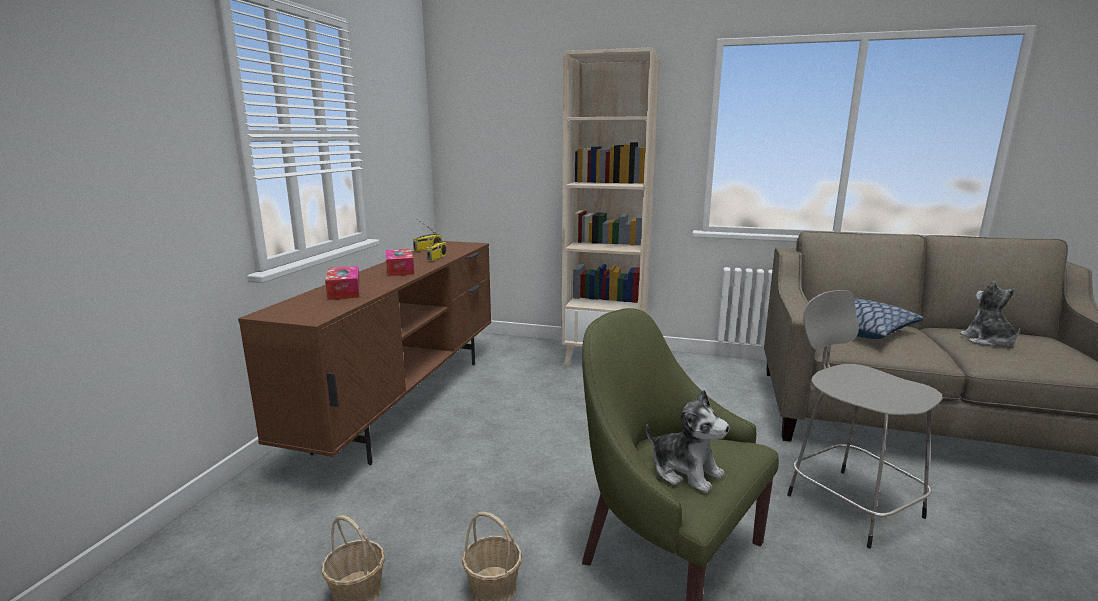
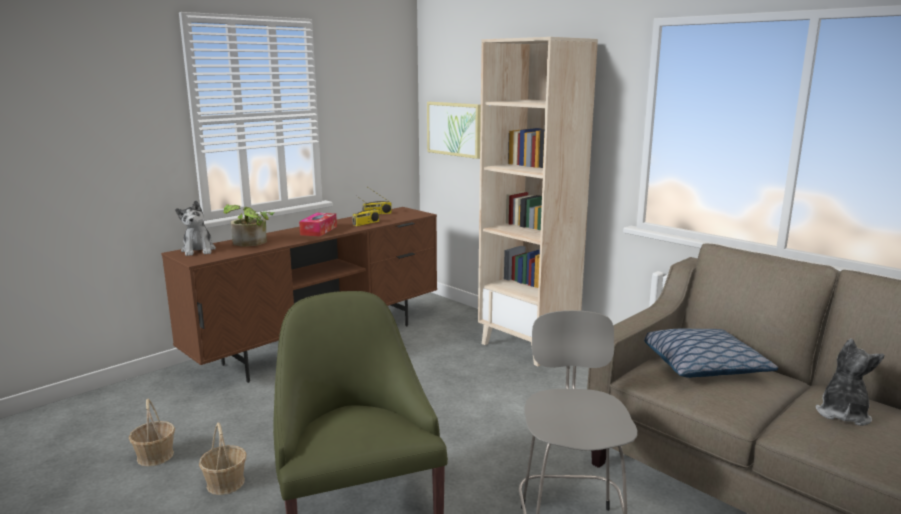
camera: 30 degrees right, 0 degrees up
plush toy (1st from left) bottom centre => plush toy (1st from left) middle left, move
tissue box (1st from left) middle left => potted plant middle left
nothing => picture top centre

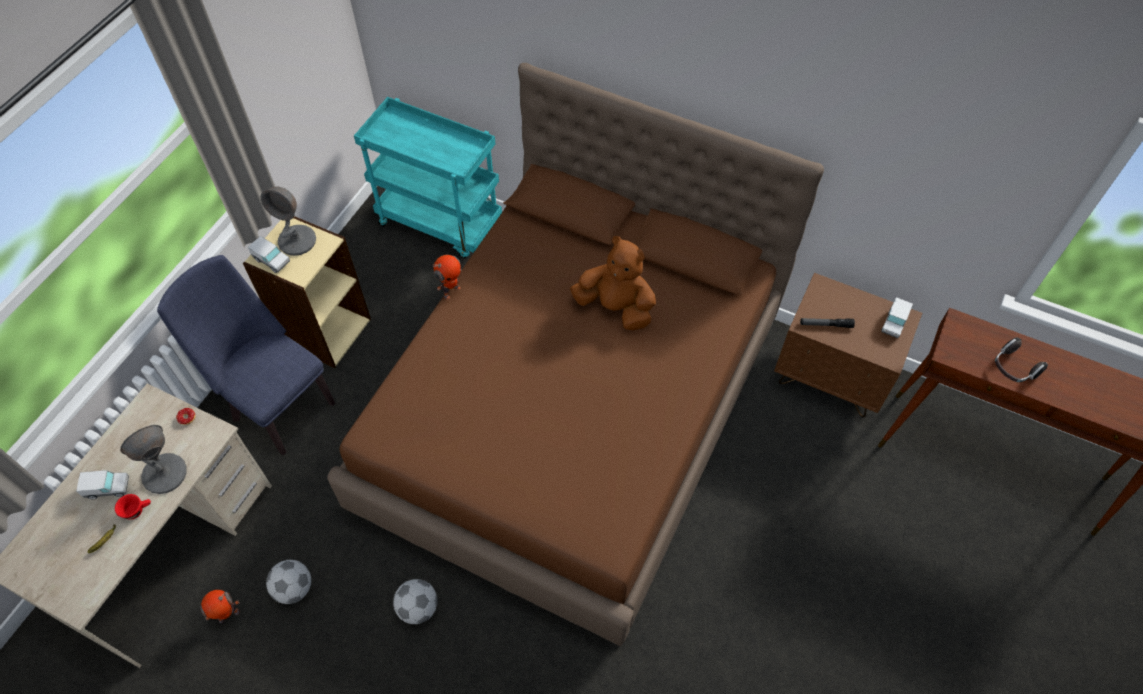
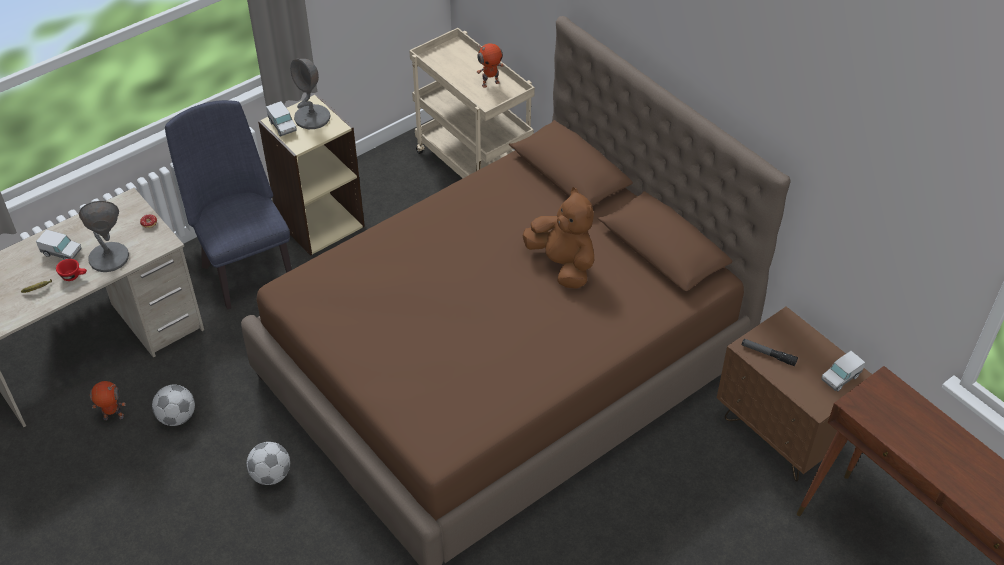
camera: 25 degrees right, 10 degrees down
turquoise cart top centre => beige cart top centre
toy robot (2nd from left) centre => toy robot (2nd from left) top centre, move
headphones middle right => nothing

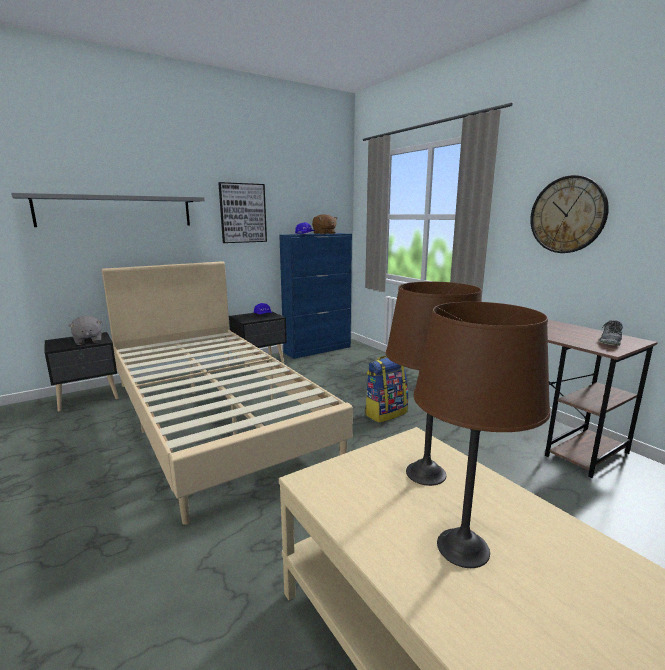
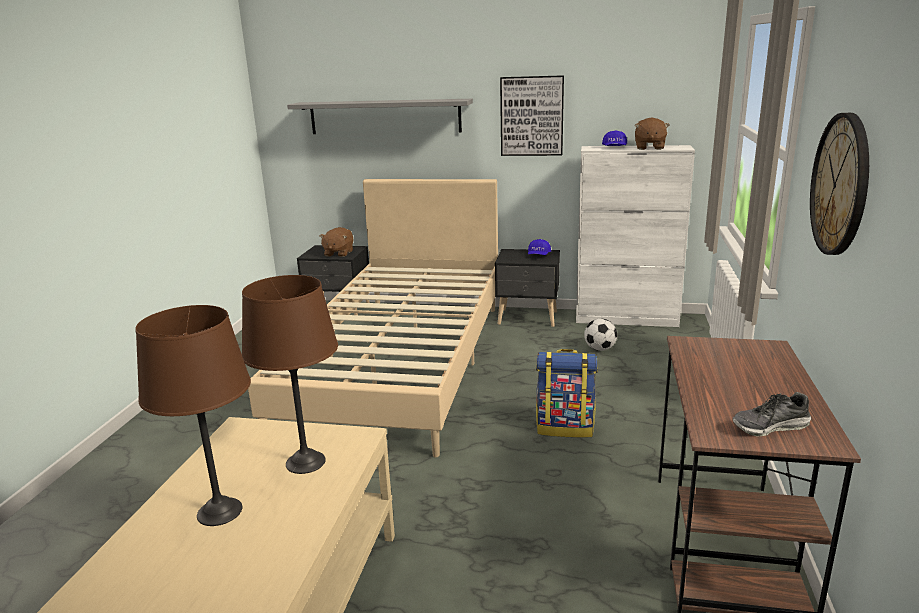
camera: 45 degrees right, 5 degrees up
grey plush toy middle left => brown plush toy (1st from left) centre
blue cabinet centre => white cabinet middle right
nothing => football centre

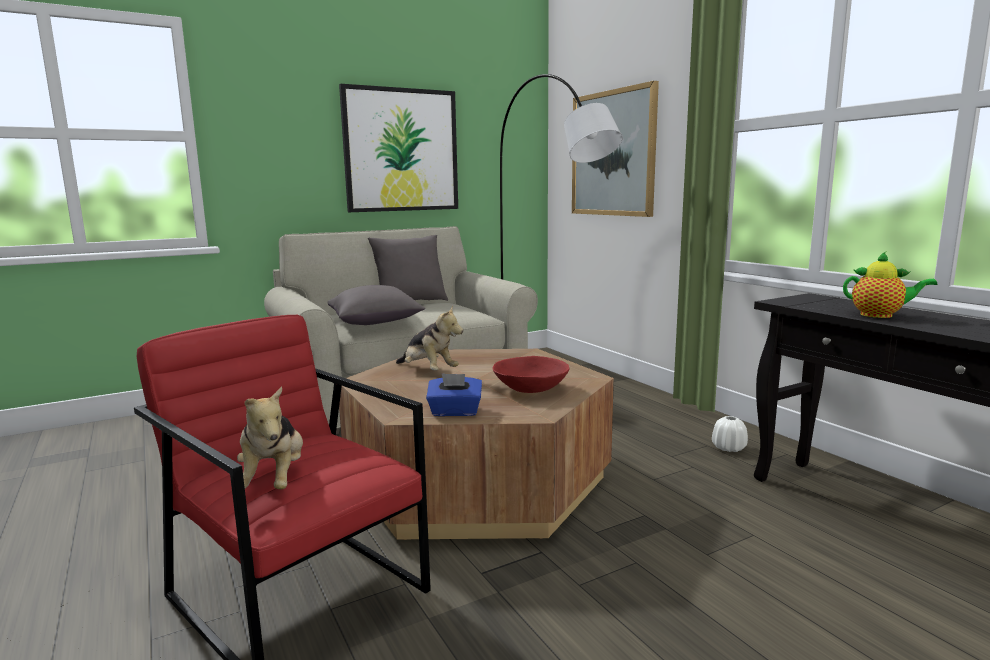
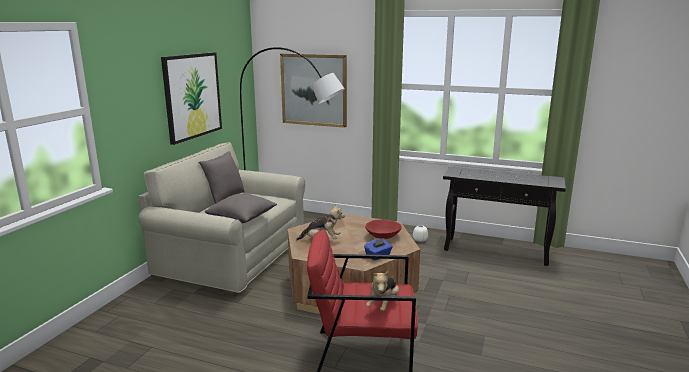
camera: 40 degrees left, 5 degrees up
plush toy (1st from left in the first image) middle left => plush toy (2nd from left) bottom centre, 75 degrees clockwise
teapot middle right => nothing

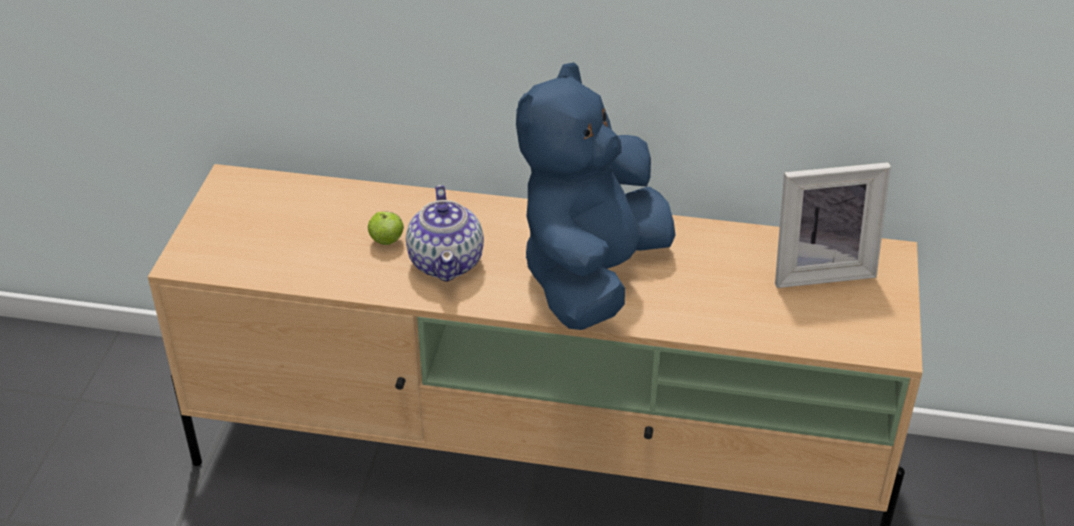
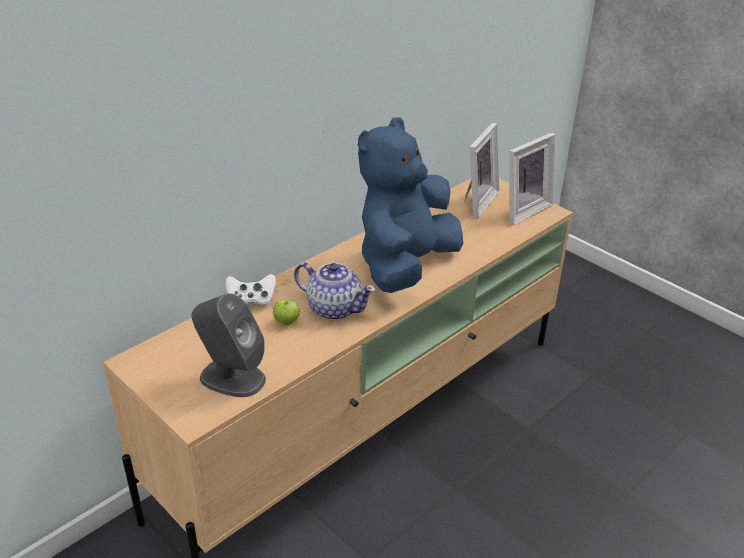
camera: 55 degrees left, 5 degrees down
nothing => grey speaker middle left
nothing => white game controller centre
blue plush toy centre, 60 degrees clockwise
nothing => picture frame (2nd from left) top right

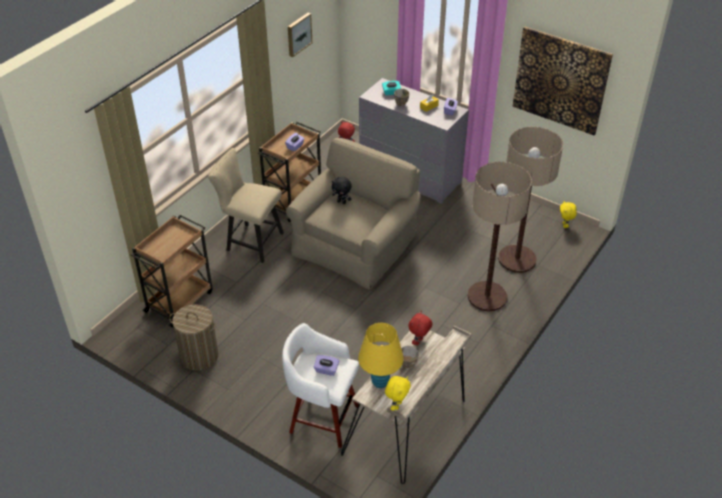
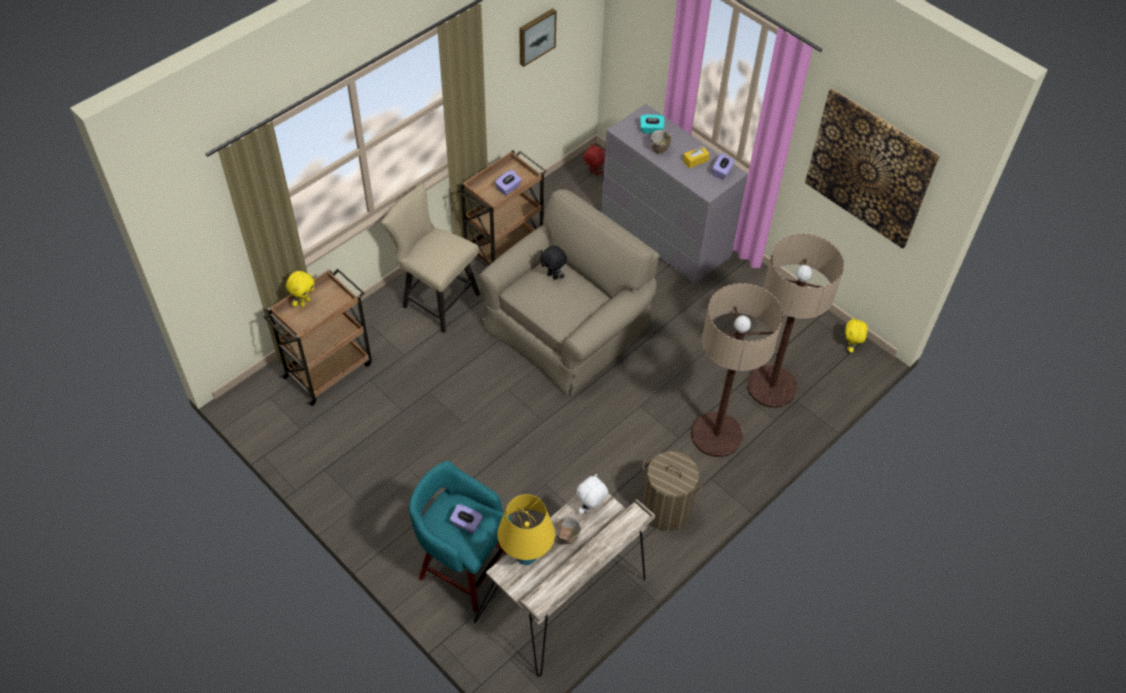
camera: 10 degrees right, 10 degrees up
yellow plush toy (1st from left) bottom centre => yellow plush toy (1st from left) middle left, move
white stool bottom centre => turquoise stool bottom centre
red plush toy (2nd from left) centre => white plush toy bottom centre
laundry basket bottom left => laundry basket bottom centre, move

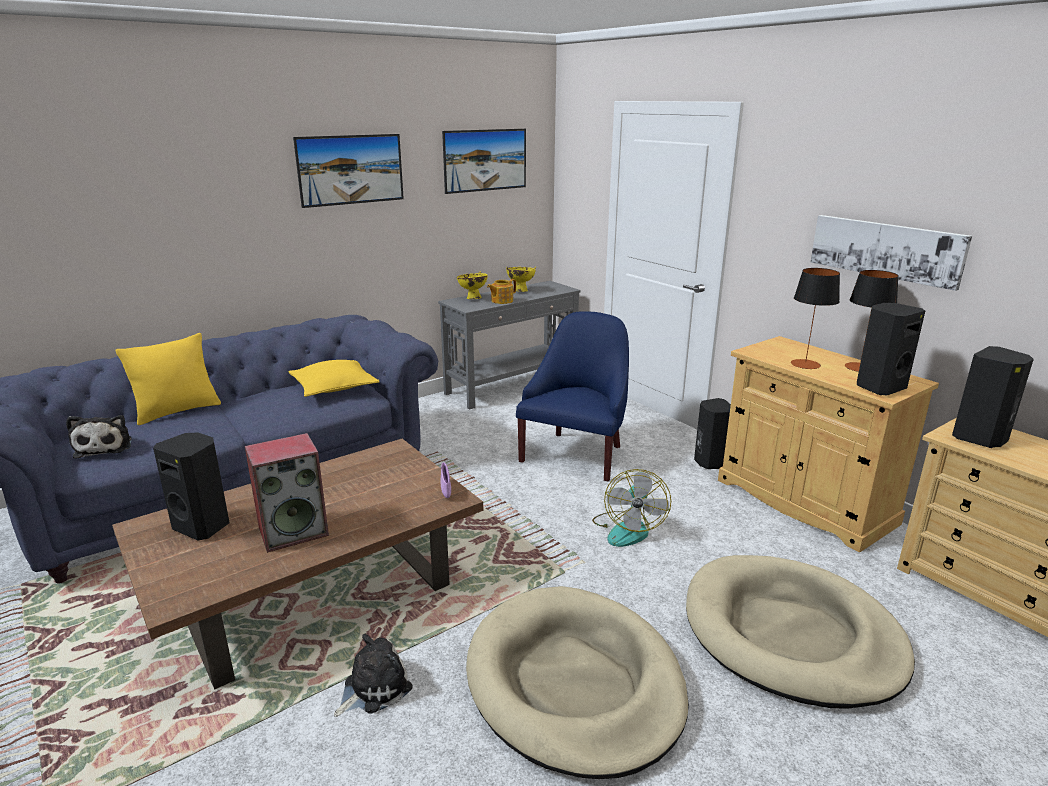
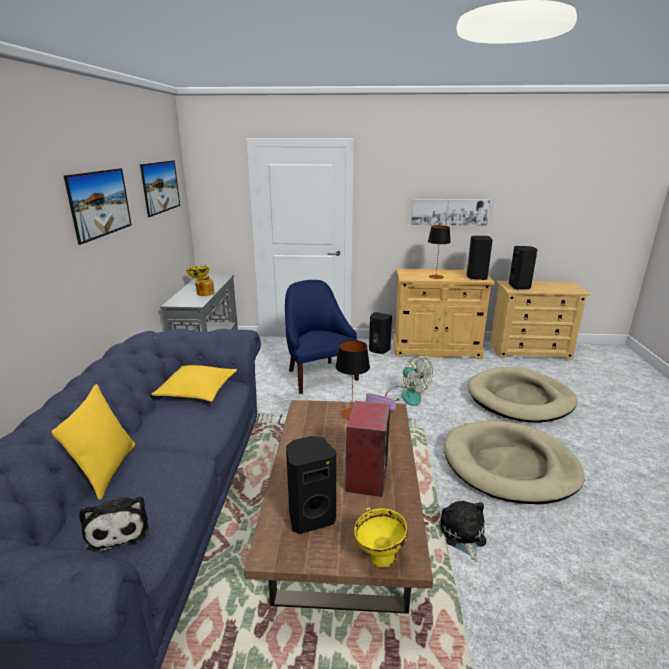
camera: 50 degrees left, 0 degrees up
plush toy (1st from left) middle left => plush toy (1st from left) bottom left, 45 degrees clockwise
table lamp (2nd from left in the first image) middle right => table lamp (1st from left) centre, move
yellow bowl (1st from left in the first image) centre => yellow bowl (2nd from left) bottom centre, move

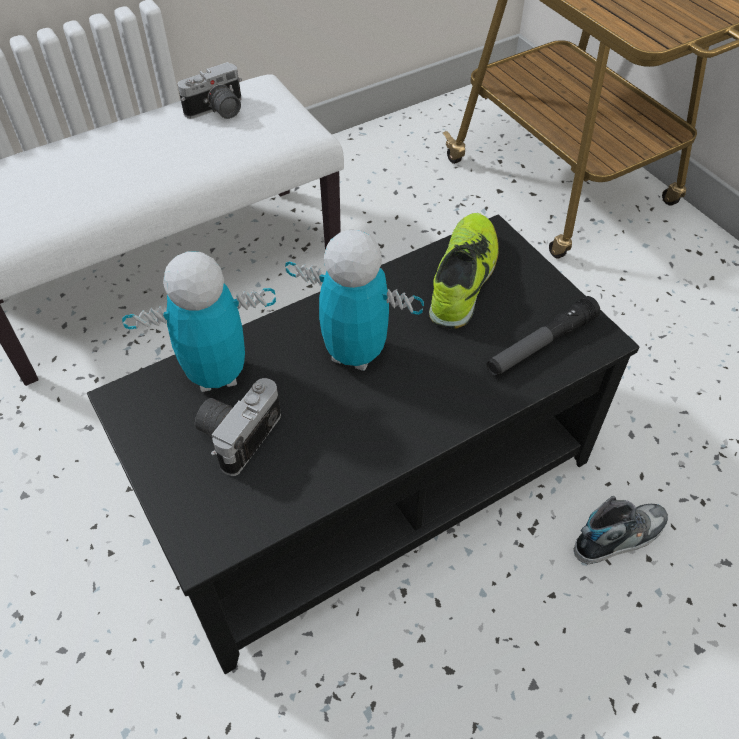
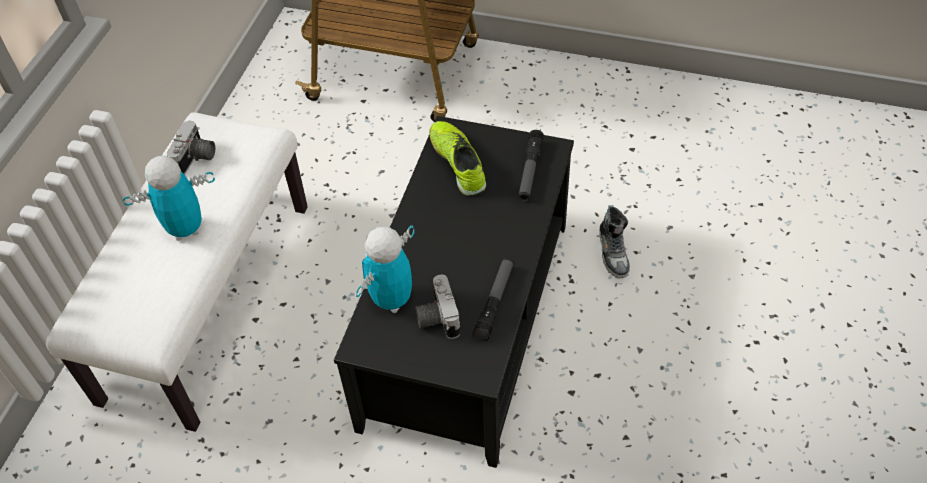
camera: 40 degrees left, 0 degrees up
toy robot (2nd from left in the first image) centre => toy robot (1st from left) middle left, move
nothing => flashlight (1st from left) centre
shoe (2nd from left) bottom right => shoe (2nd from left) centre, 150 degrees clockwise

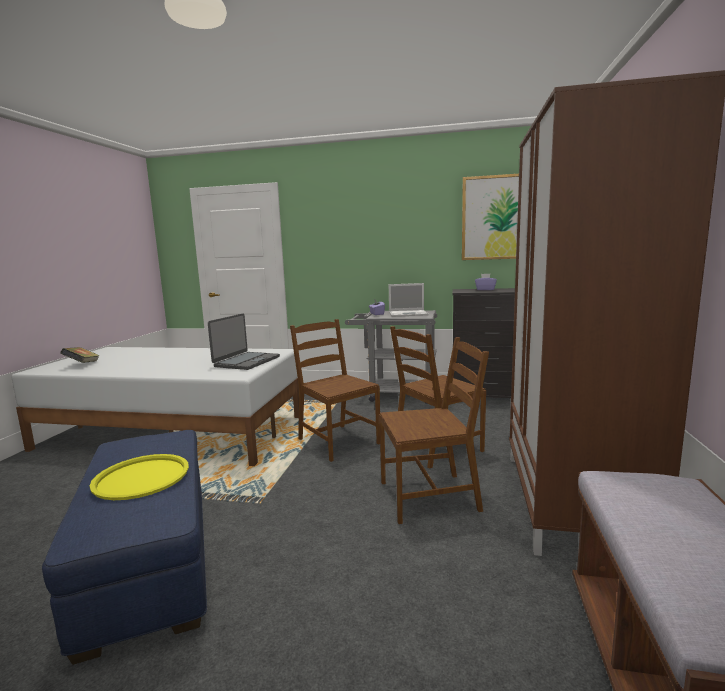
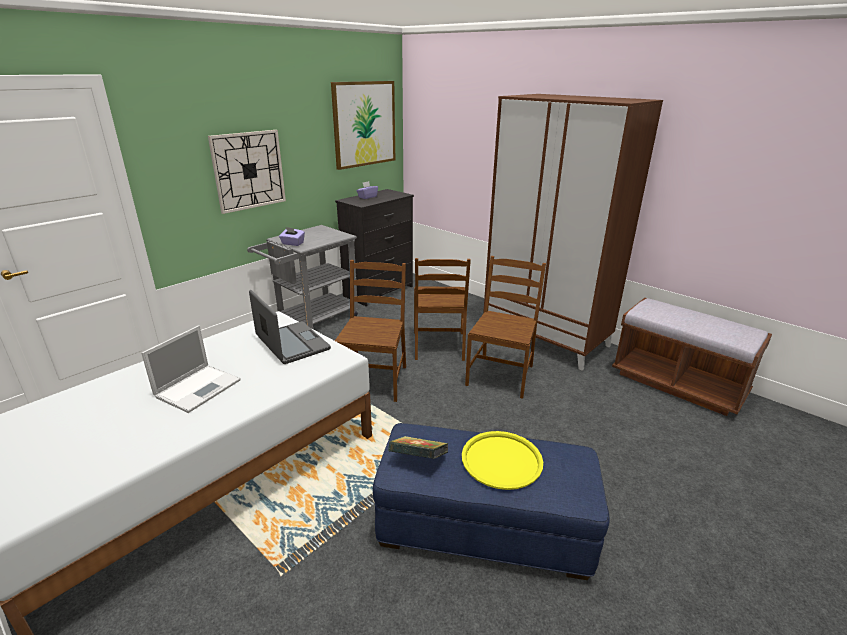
camera: 60 degrees left, 15 degrees up
laptop (2nd from left in the first image) centre => laptop (1st from left) middle left, move
nothing => wall clock top left
brown chair (1st from left) centre, 105 degrees clockwise
book middle left => book bottom centre, move

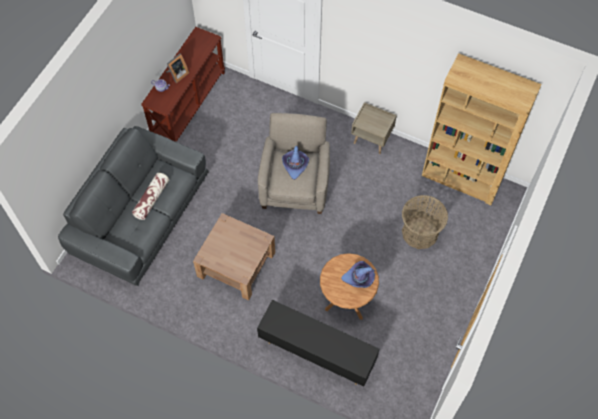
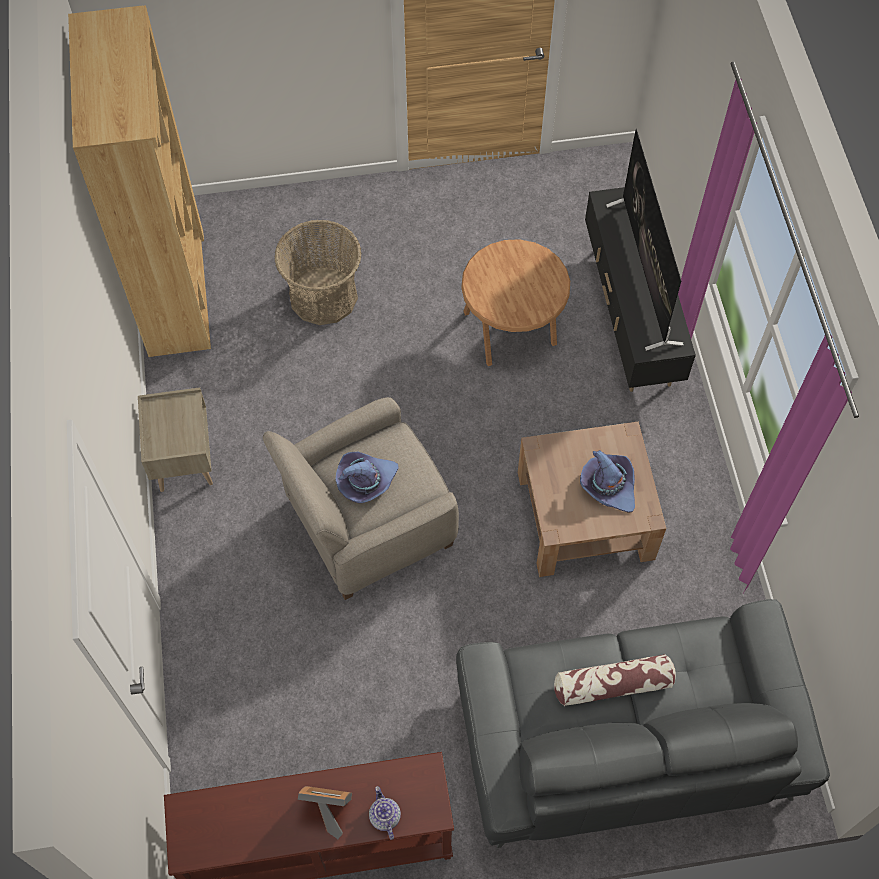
camera: 125 degrees left, 0 degrees up
purple hat (2nd from left) centre => purple hat (2nd from left) middle right, move
nothing => television top right

